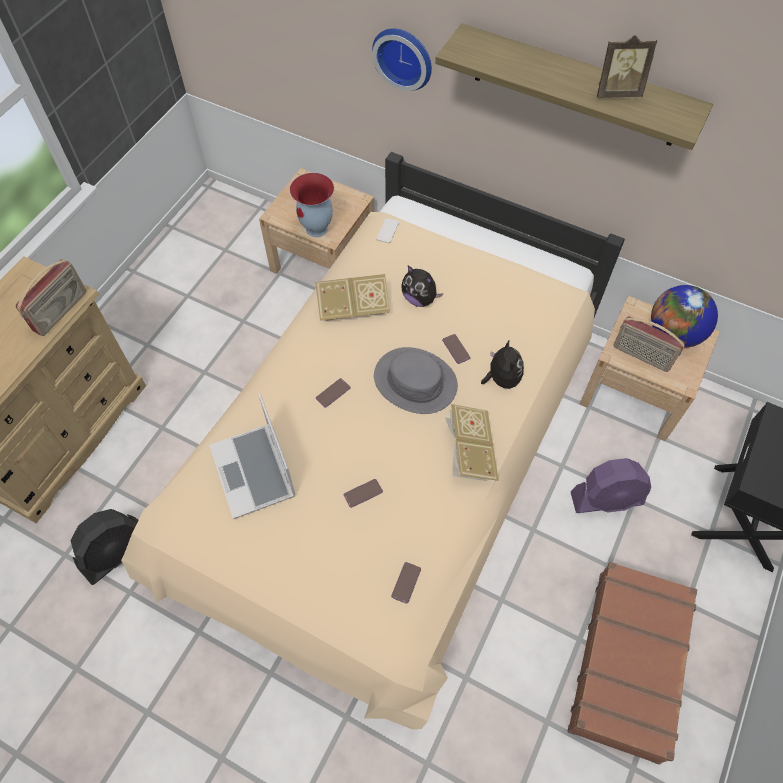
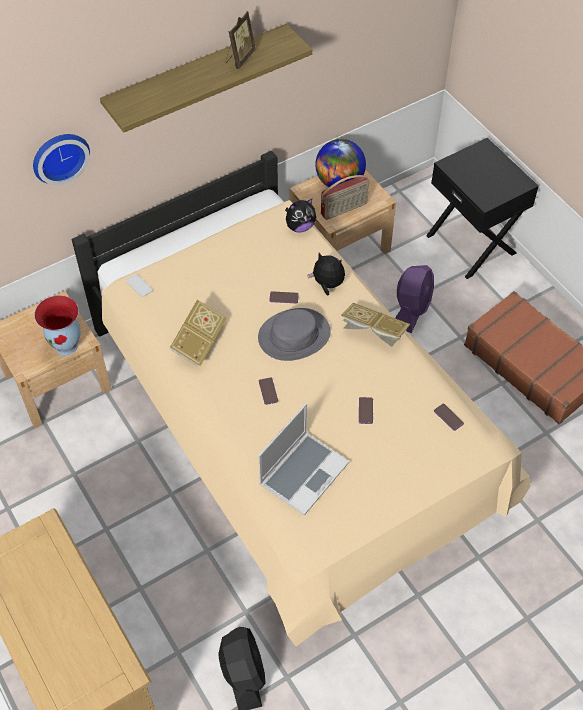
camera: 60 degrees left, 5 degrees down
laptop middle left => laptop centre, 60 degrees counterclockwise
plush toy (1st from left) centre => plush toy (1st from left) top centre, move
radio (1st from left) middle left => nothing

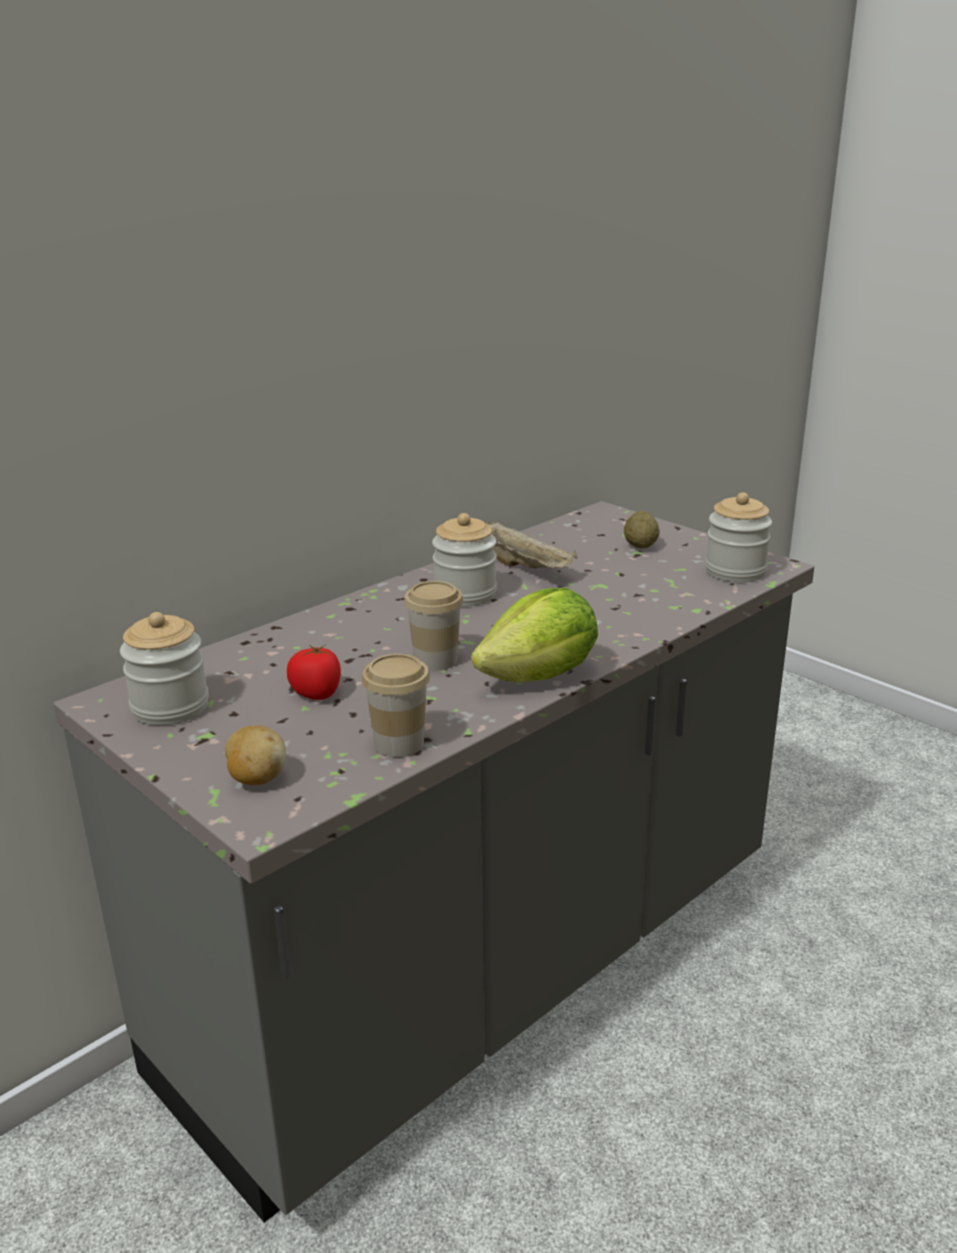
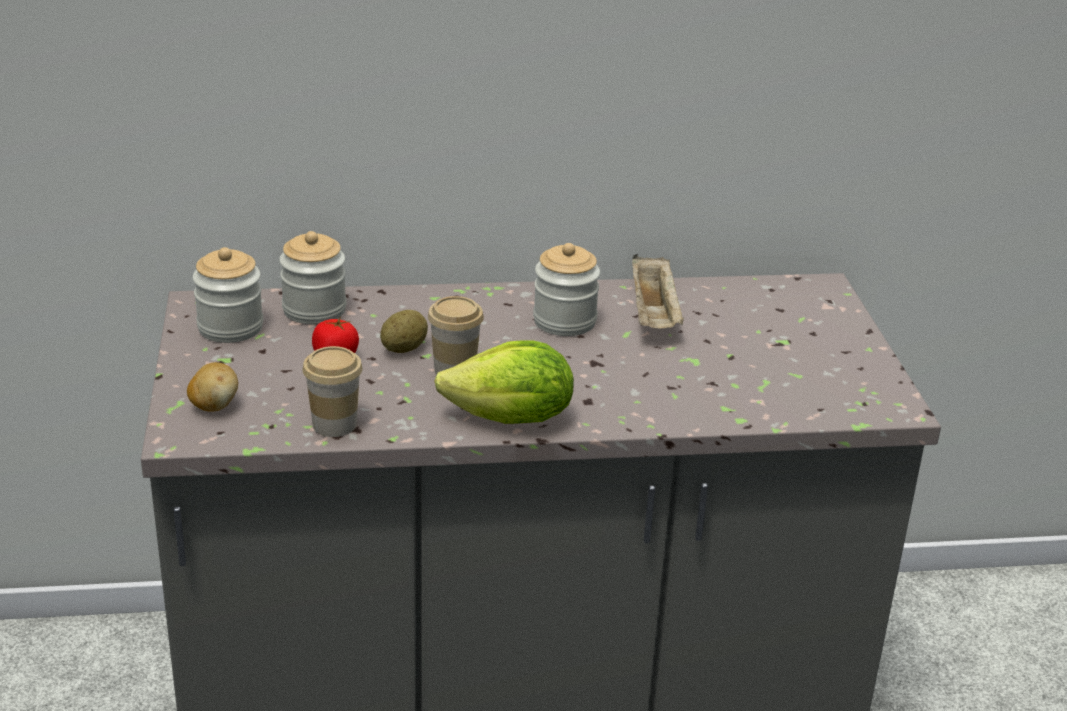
camera: 35 degrees right, 5 degrees up
jar (3rd from left in the first image) middle right => jar (2nd from left) middle left, move
potato (2nd from left) middle right => potato (2nd from left) centre, move

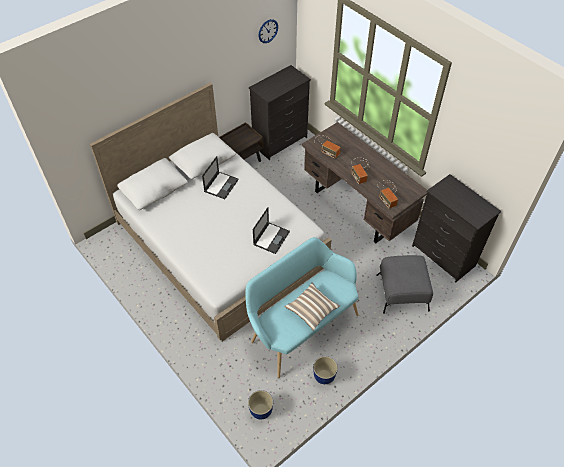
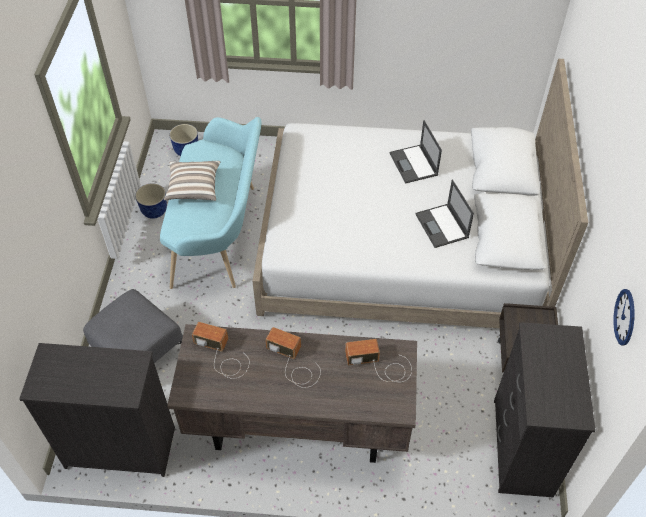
camera: 135 degrees right, 0 degrees up
laptop (2nd from left in the first image) centre => laptop (1st from left) top centre, move

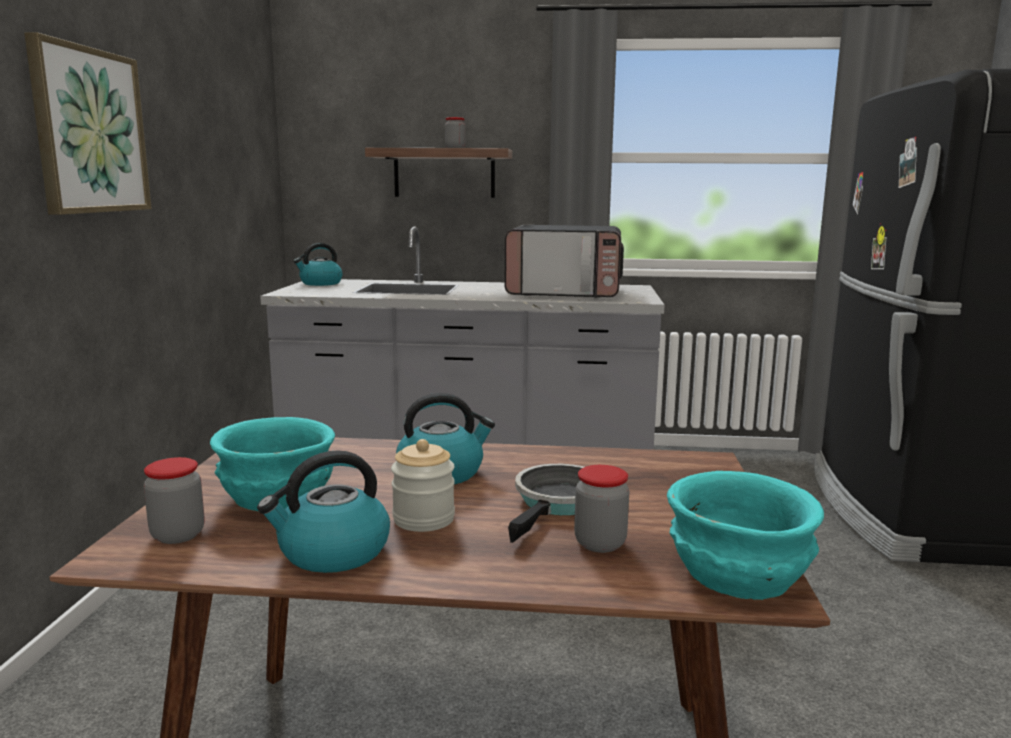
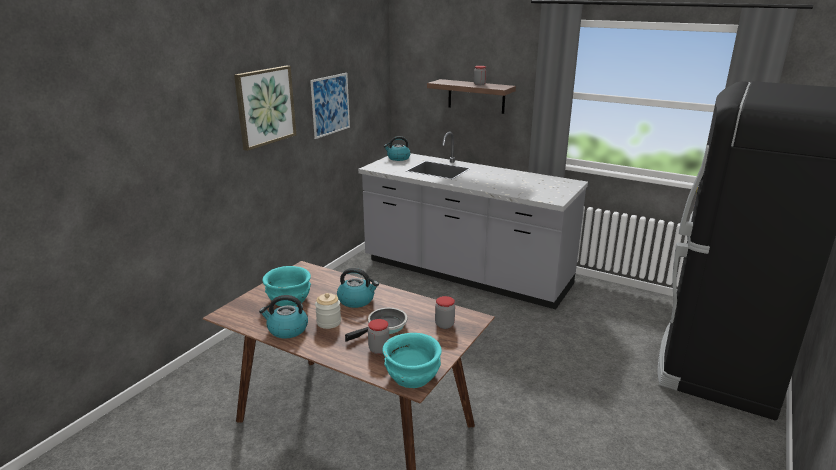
camera: 25 degrees right, 10 degrees up
nothing => picture (2nd from left) top centre
jar (1st from left in the first image) bottom left => jar (3rd from left) centre, move
microwave centre => nothing

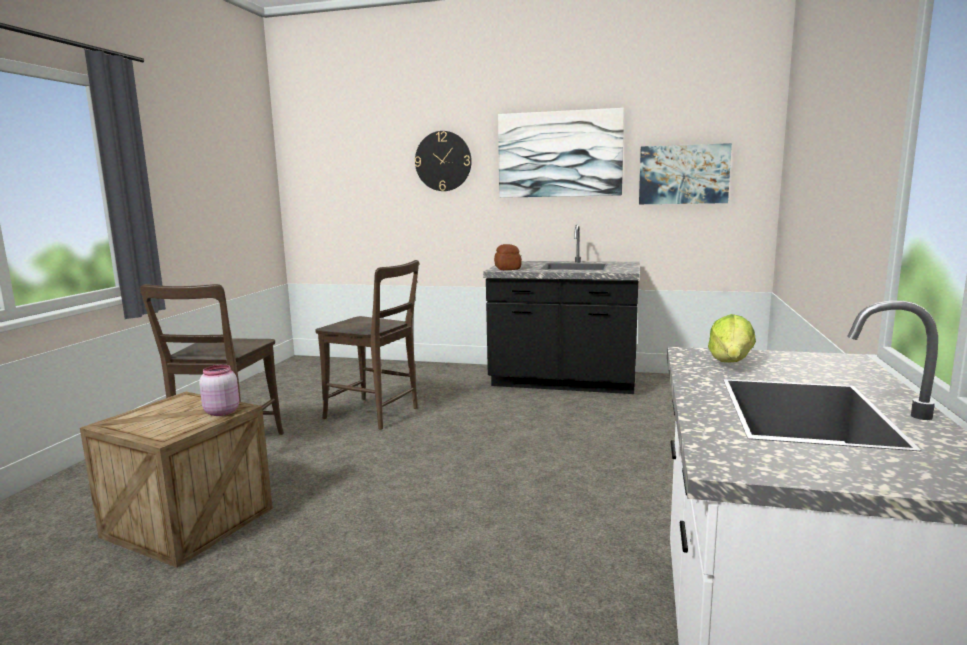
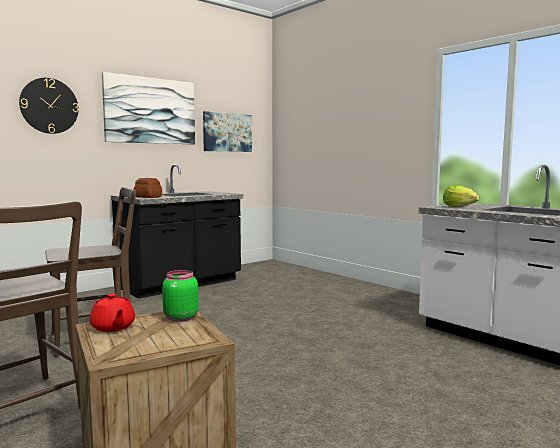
camera: 55 degrees left, 5 degrees down
nothing => red teapot bottom left
pink jar middle left => green jar middle left

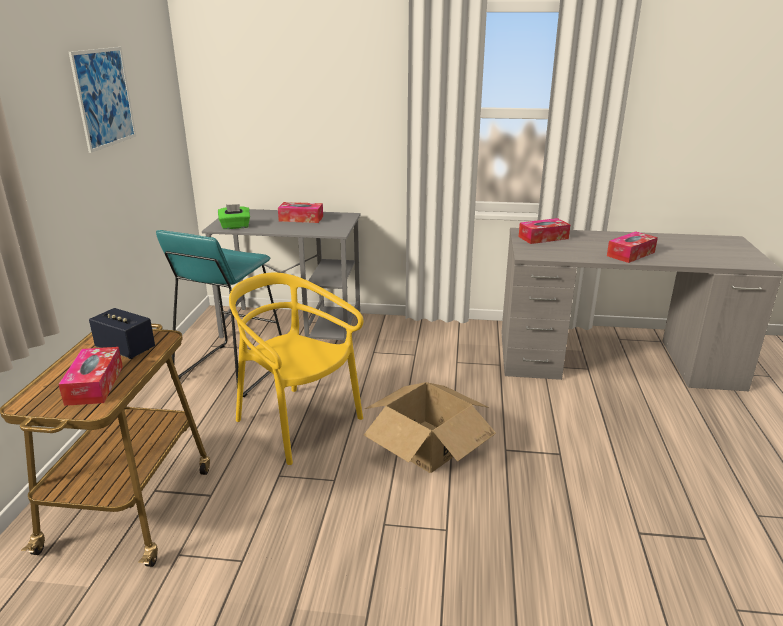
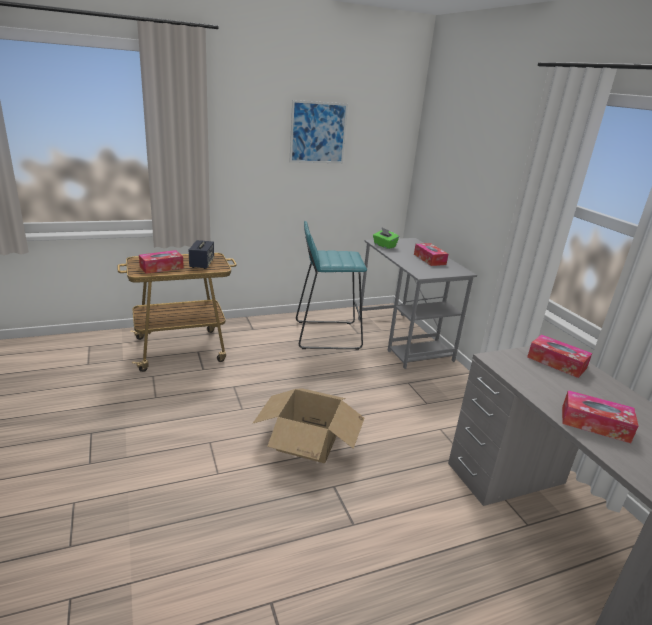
camera: 60 degrees right, 0 degrees up
yellow chair centre => nothing

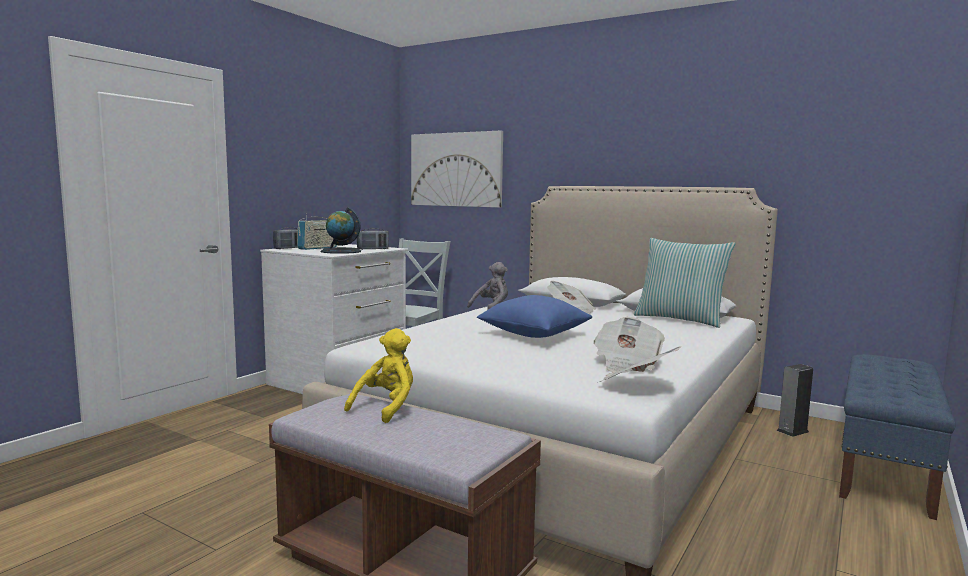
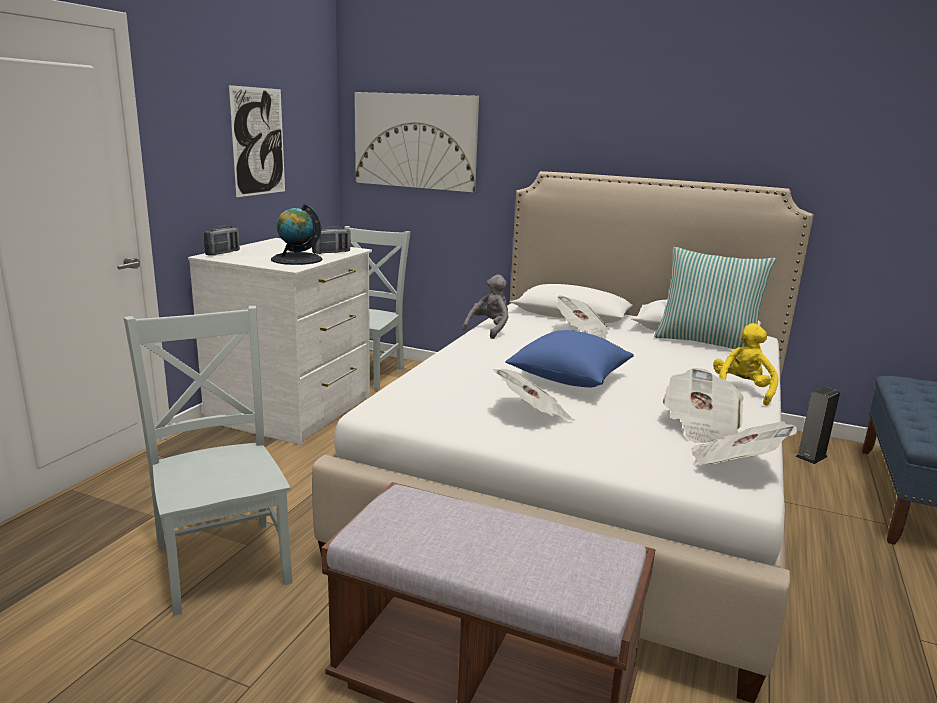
camera: 10 degrees left, 10 degrees up
nothing => grey chair (1st from left) middle left
nothing => picture (1st from left) top left
nothing => newspaper (1st from left) centre
yellow plush toy centre => yellow plush toy middle right, move
radio (2nd from left) middle left => nothing

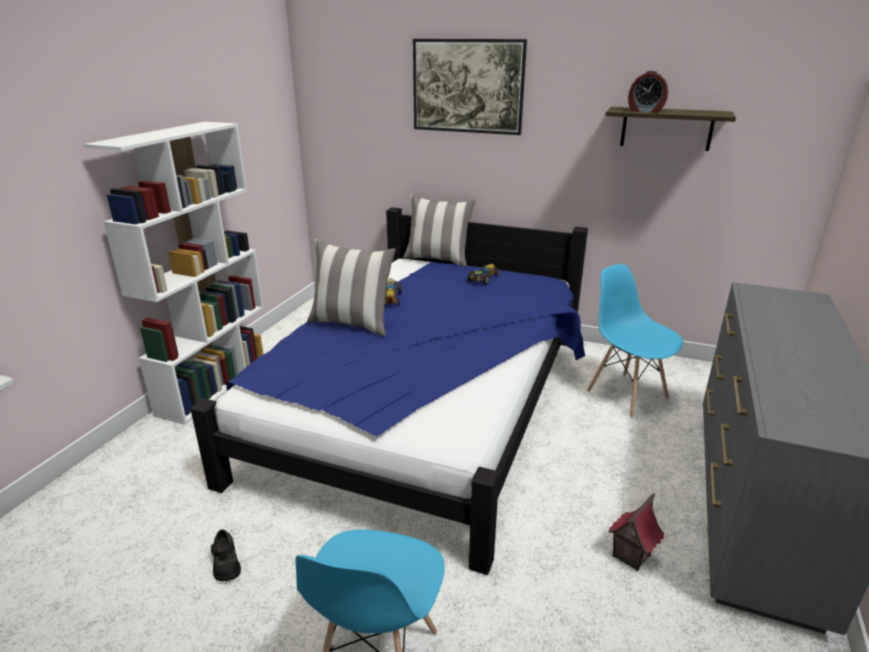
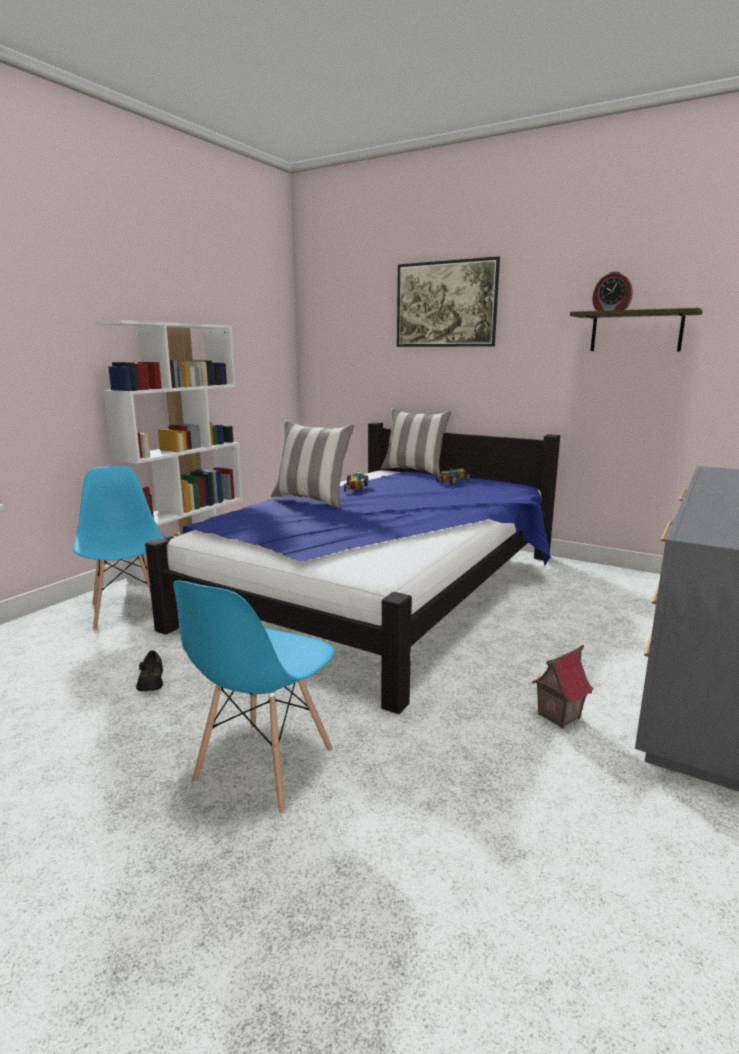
camera: 10 degrees right, 10 degrees down
blue chair (2nd from left in the first image) middle right => blue chair (1st from left) middle left, move

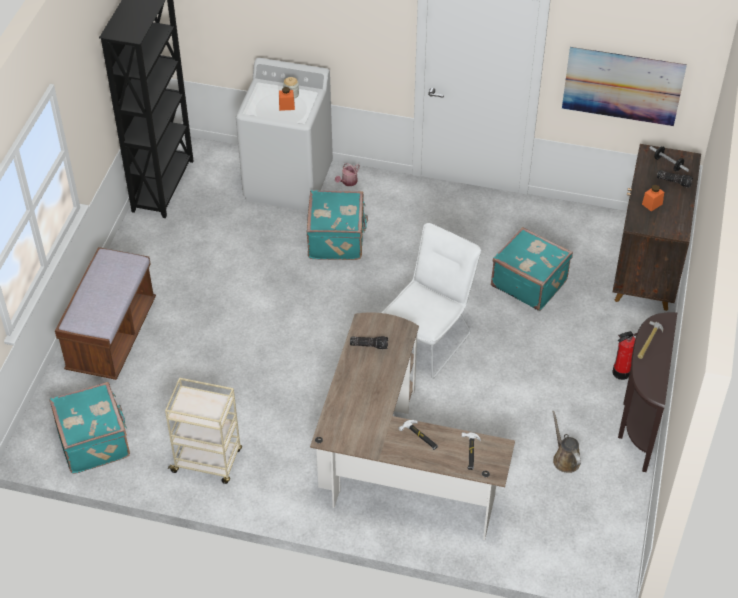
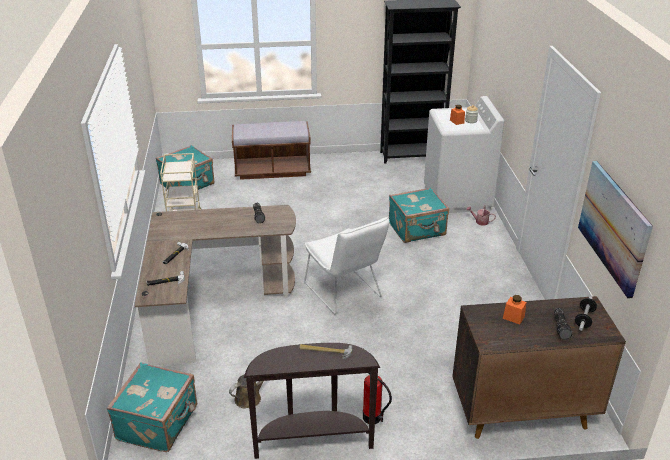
camera: 70 degrees right, 15 degrees down
turquoise suitcase (3rd from left in the first image) middle right => turquoise suitcase (1st from left) bottom left, move
white chair centre, 45 degrees clockwise

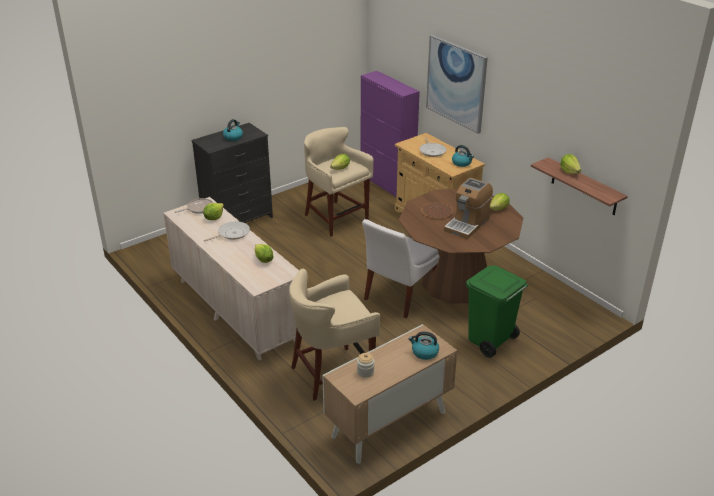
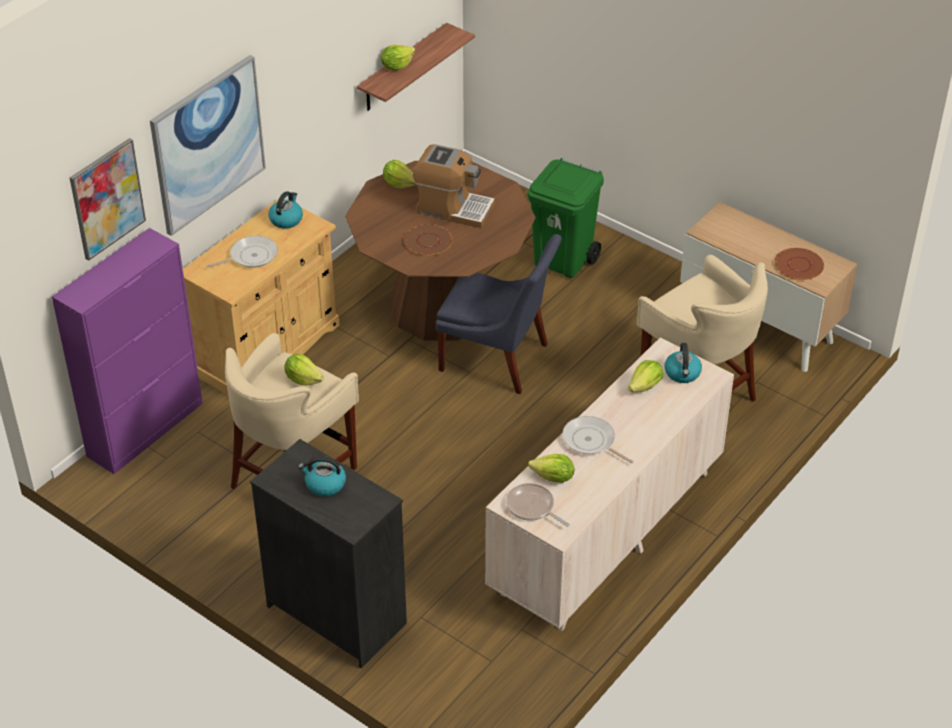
camera: 105 degrees left, 10 degrees up
nothing => picture (1st from left) top left
white chair centre => blue chair centre
kettle (2nd from left in the first image) bottom centre => kettle (3rd from left) middle right, move
jar bottom centre => brown plate (2nd from left) middle right

